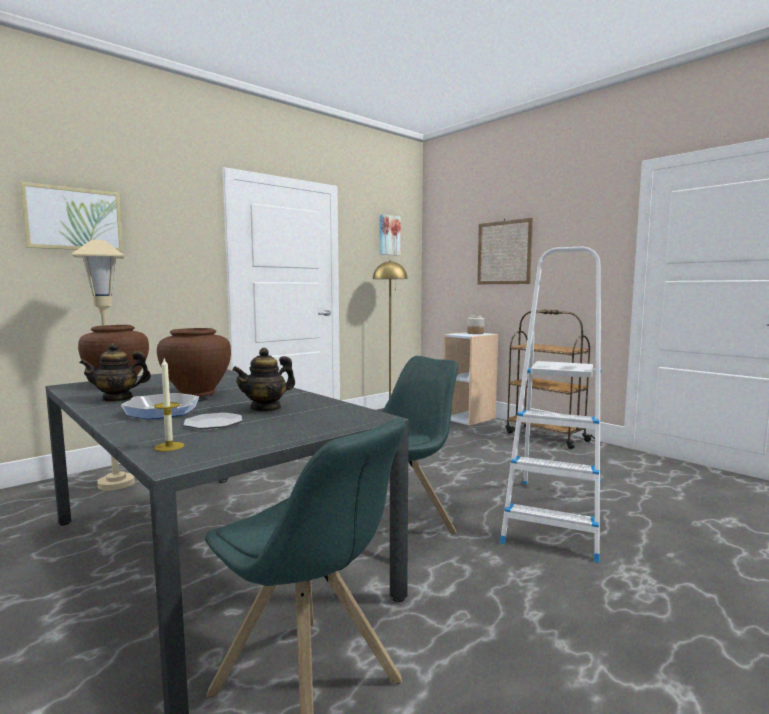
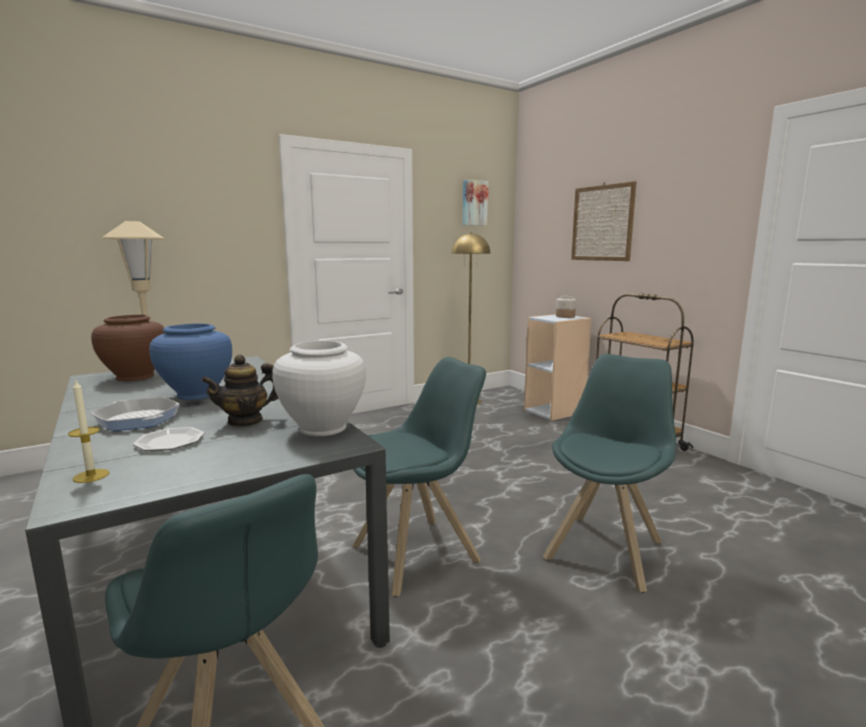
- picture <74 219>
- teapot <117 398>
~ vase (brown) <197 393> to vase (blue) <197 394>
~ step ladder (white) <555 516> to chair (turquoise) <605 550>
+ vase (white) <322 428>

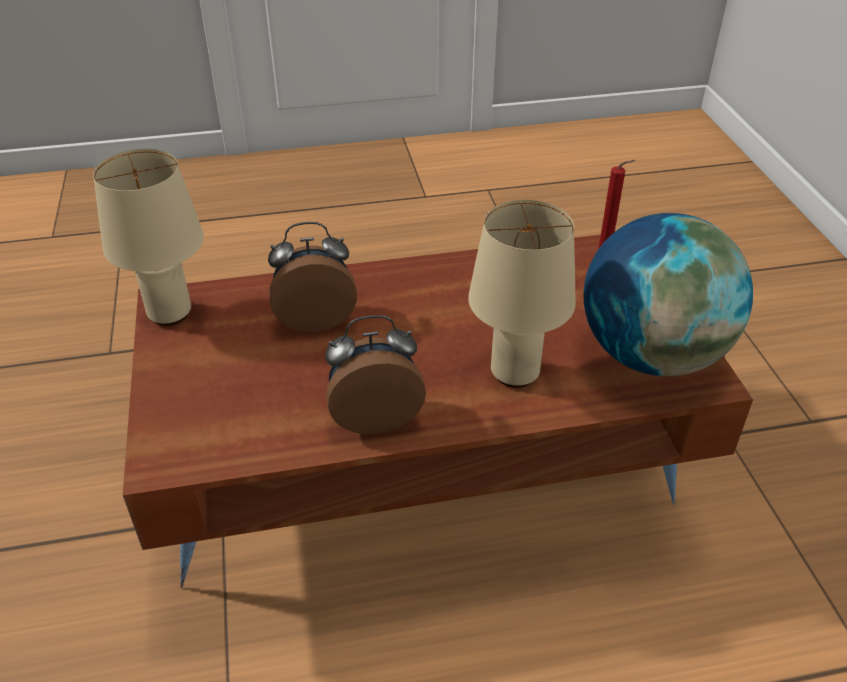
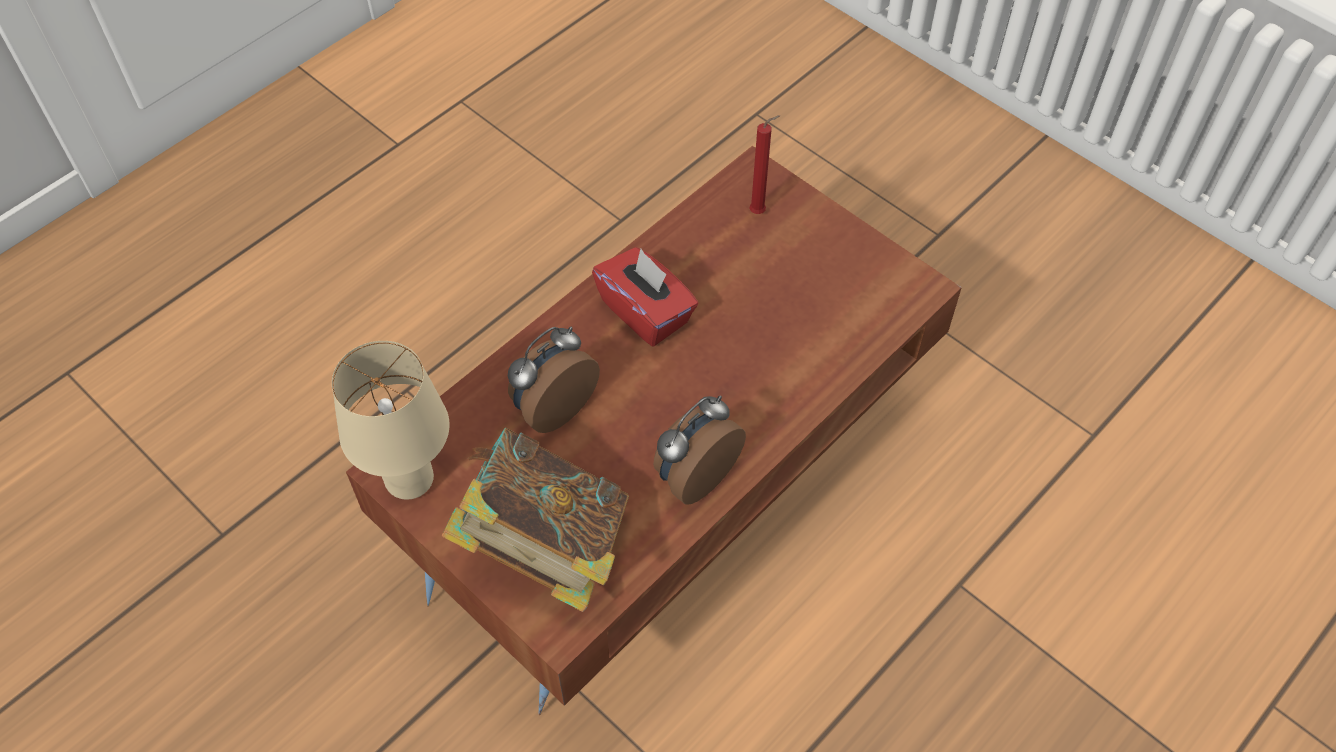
- table lamp (beige) <513 373>
- globe <652 354>
+ book <544 545>
+ tissue box (red) <646 312>

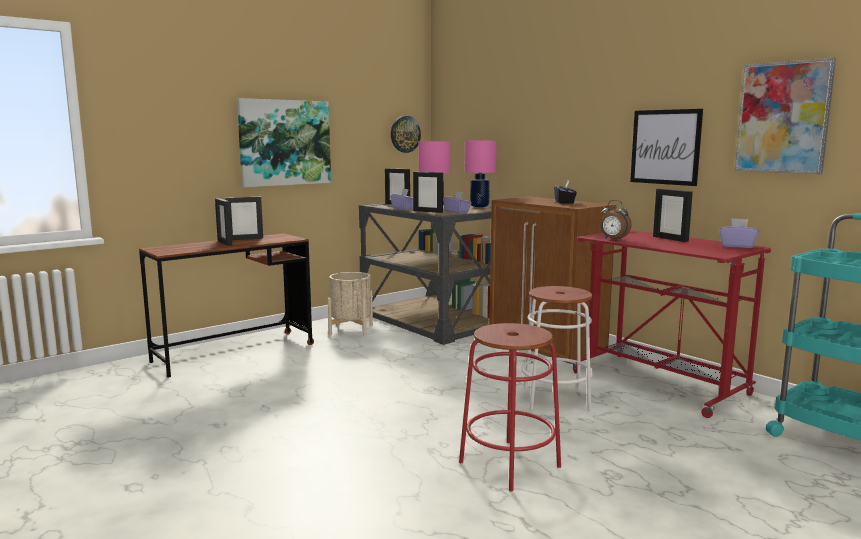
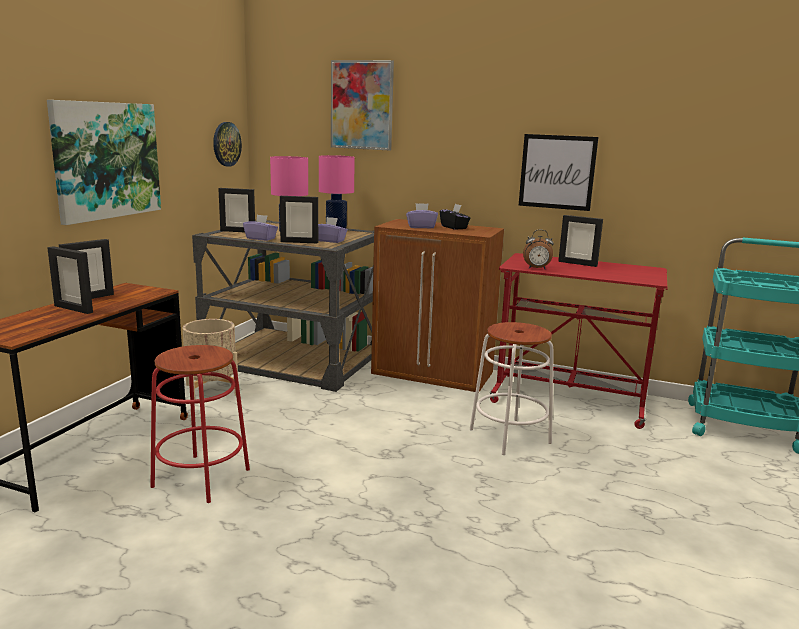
~ stool (red) <509 464> to <201 478>
~ tissue box (purple) <737 246> to <421 227>
~ picture <783 117> to <362 105>

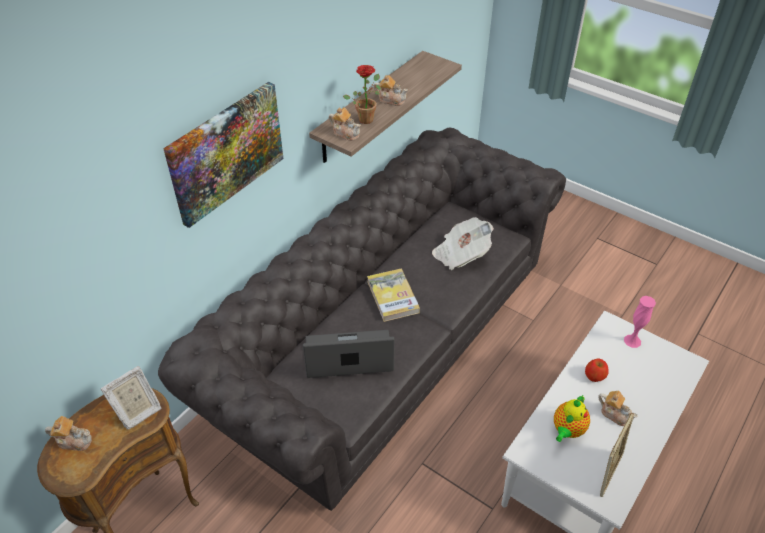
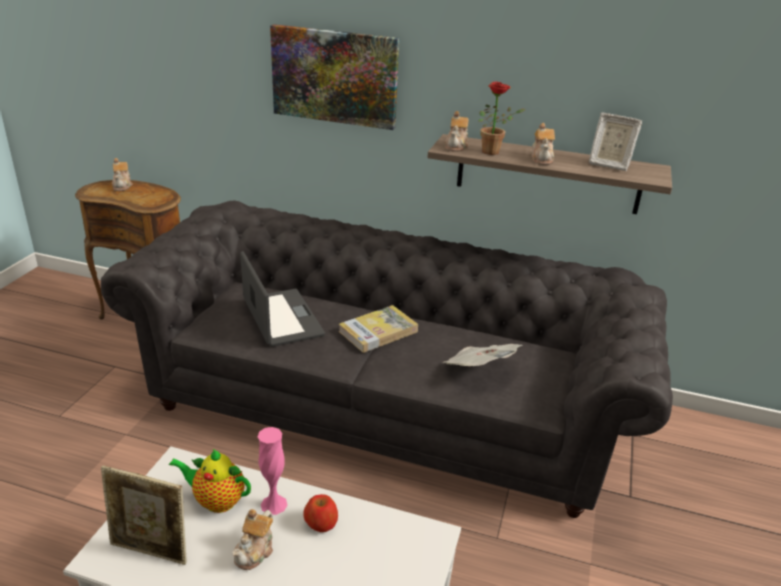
~ picture frame <137 412> to <608 164>
~ vase (pink) <632 341> to <274 504>

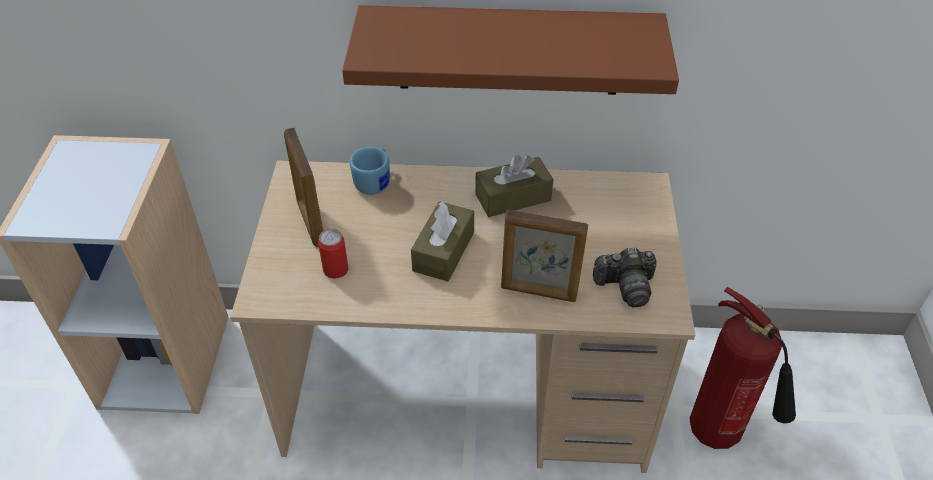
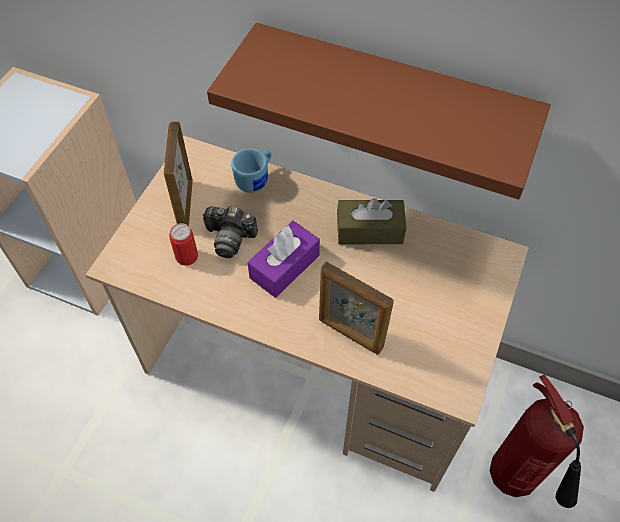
~ tissue box (brown) <443 251> to tissue box (purple) <284 266>
~ photo camera <625 286> to <230 238>

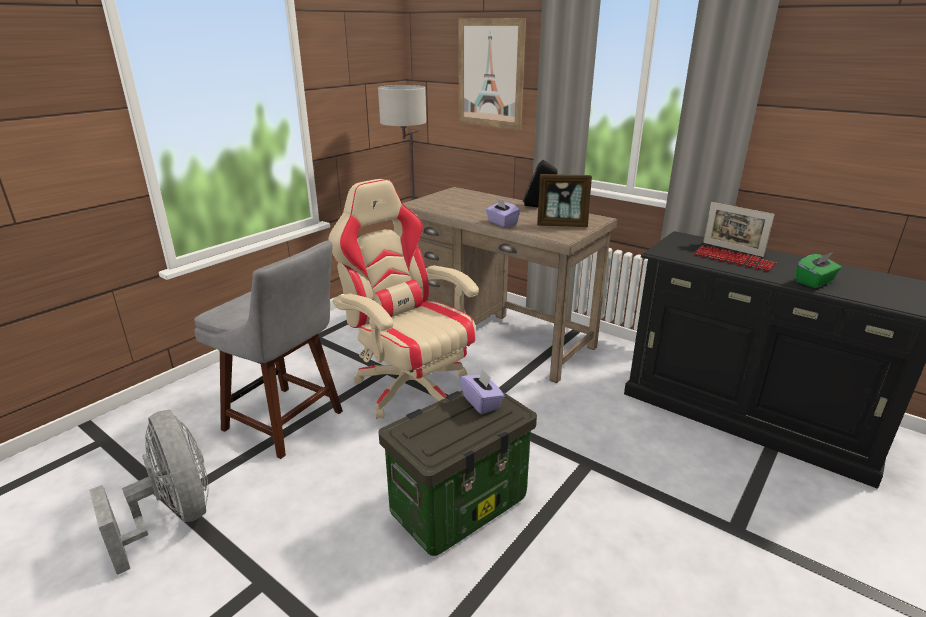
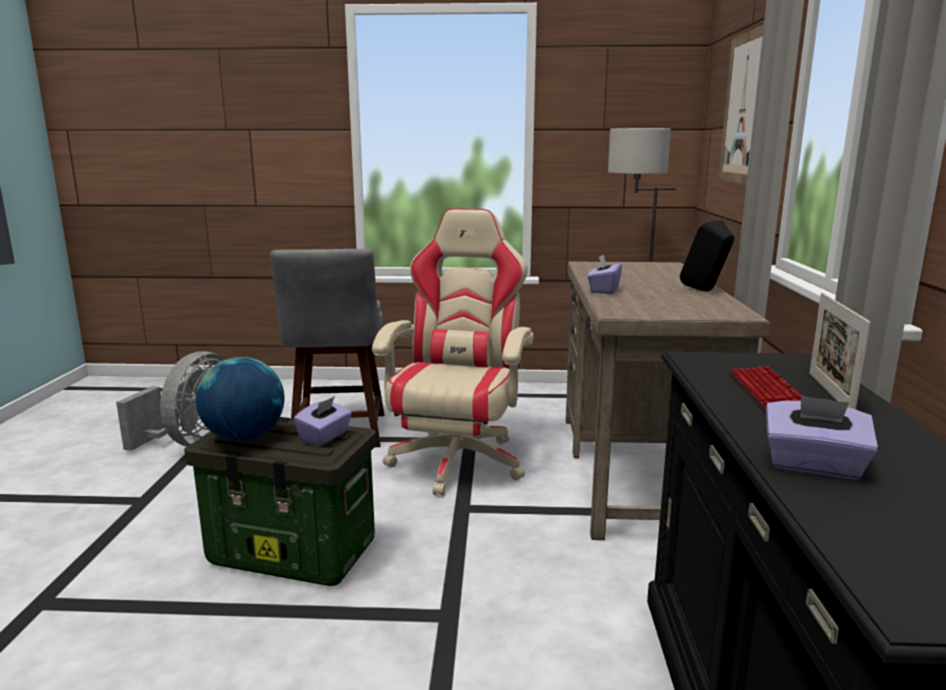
- picture frame <562 225>
~ tissue box (green) <814 282> to tissue box (purple) <813 466>
+ globe <244 437>

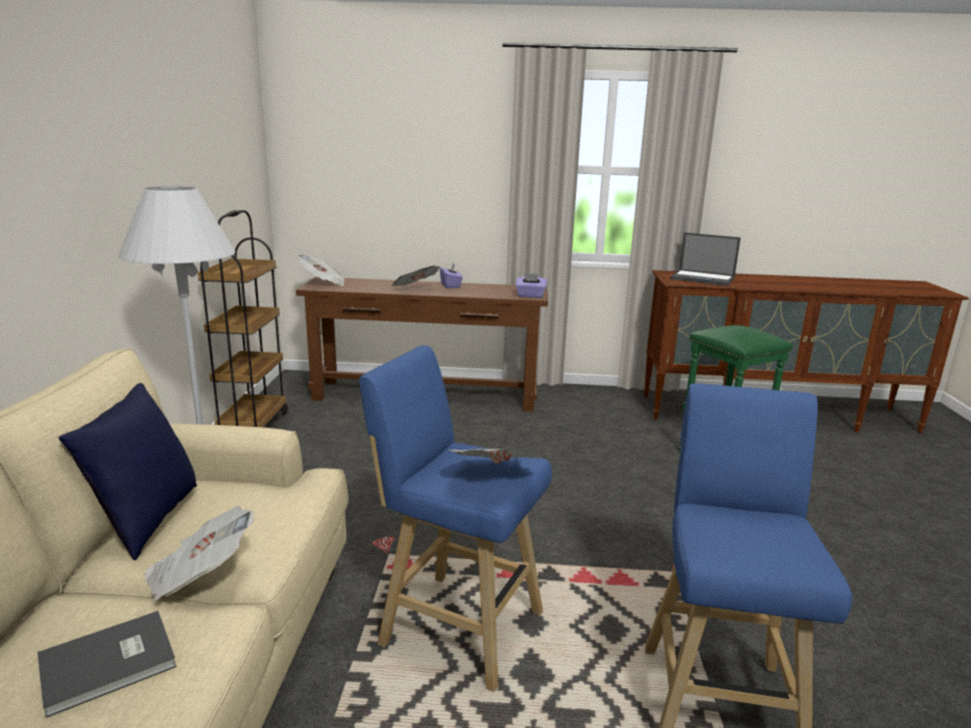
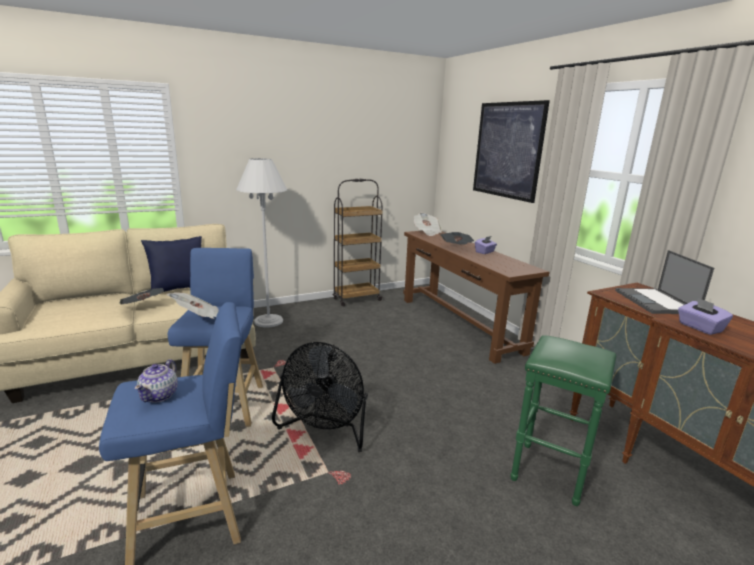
- book (grey) <110 665>
~ tissue box (purple) <530 296> to <699 328>
+ teapot <160 395>
+ fan (black) <323 427>
+ picture <507 150>

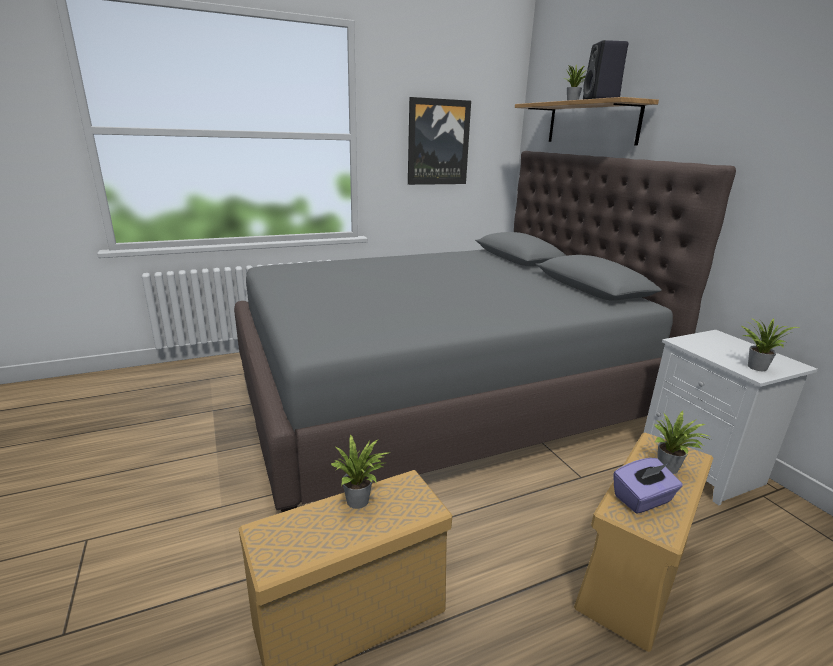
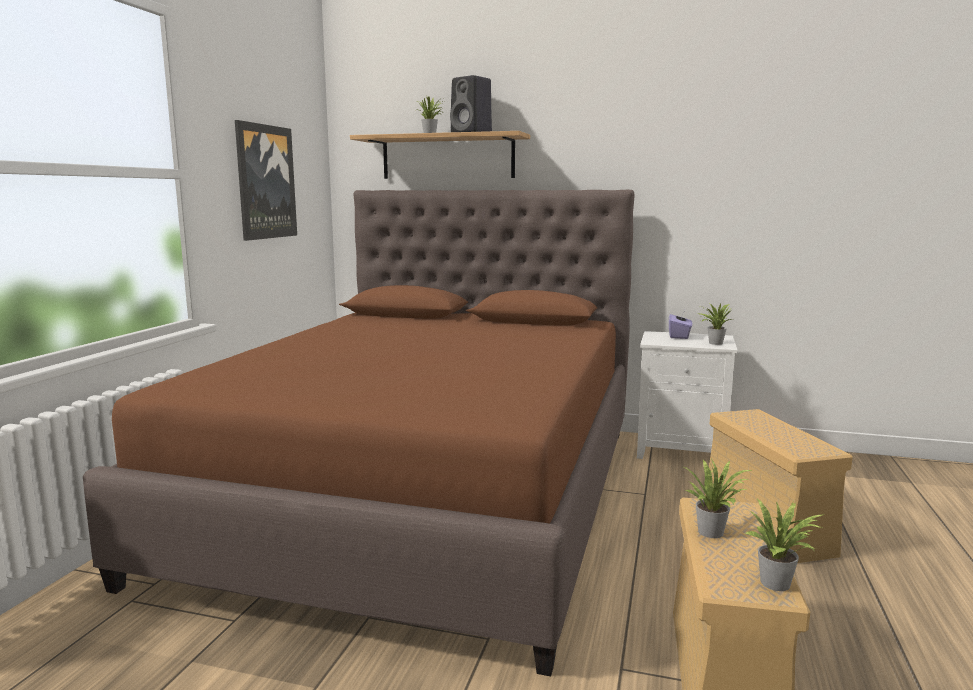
~ bed (grey) <437 392> to bed (brown) <426 494>
~ tissue box (purple) <643 499> to <679 336>
~ potted plant <669 469> to <779 584>

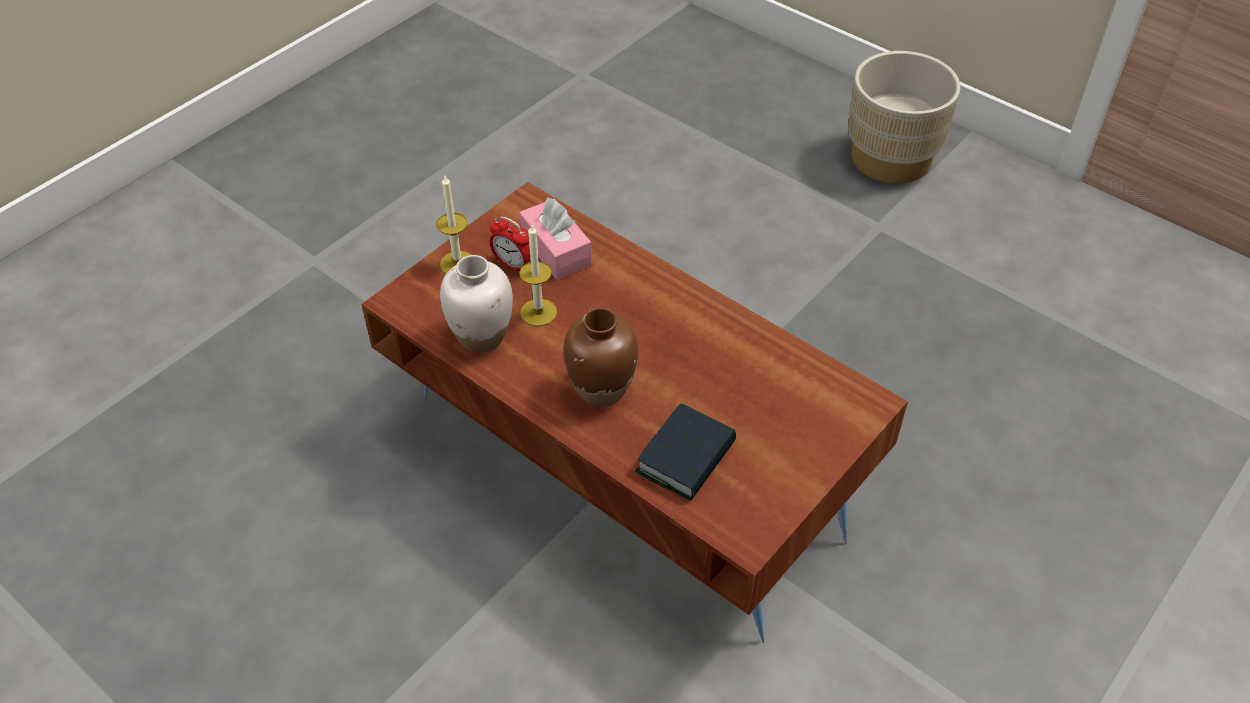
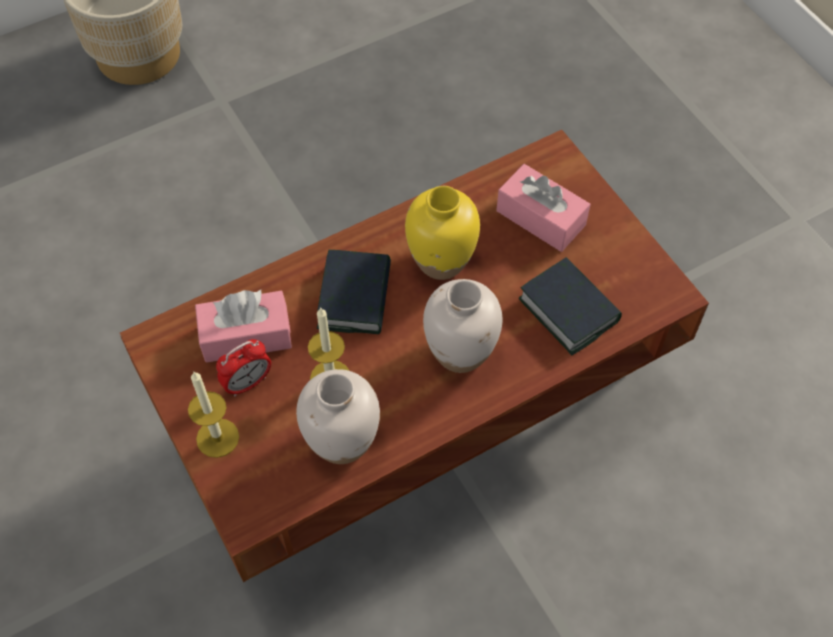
~ vase (brown) <602 390> to vase (white) <461 352>
+ book <355 297>
+ vase (yellow) <441 262>
+ tissue box (pink) <540 218>

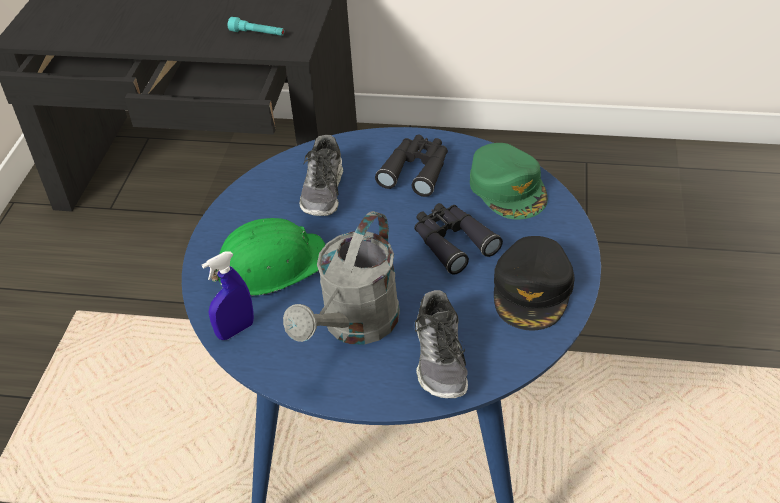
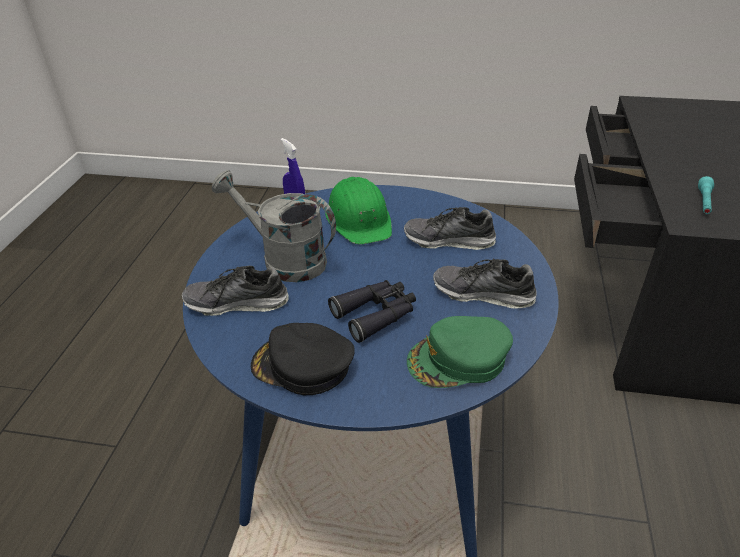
~ binoculars (black) <416 170> to shoe <483 294>

